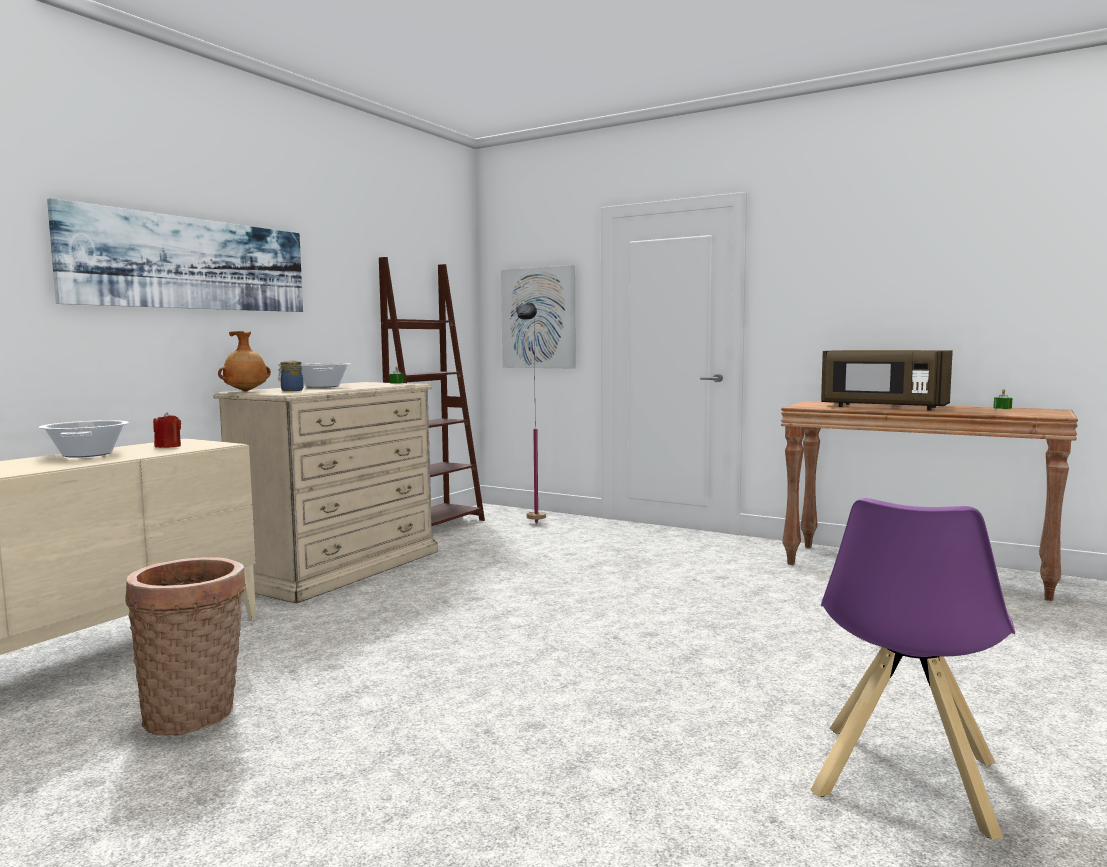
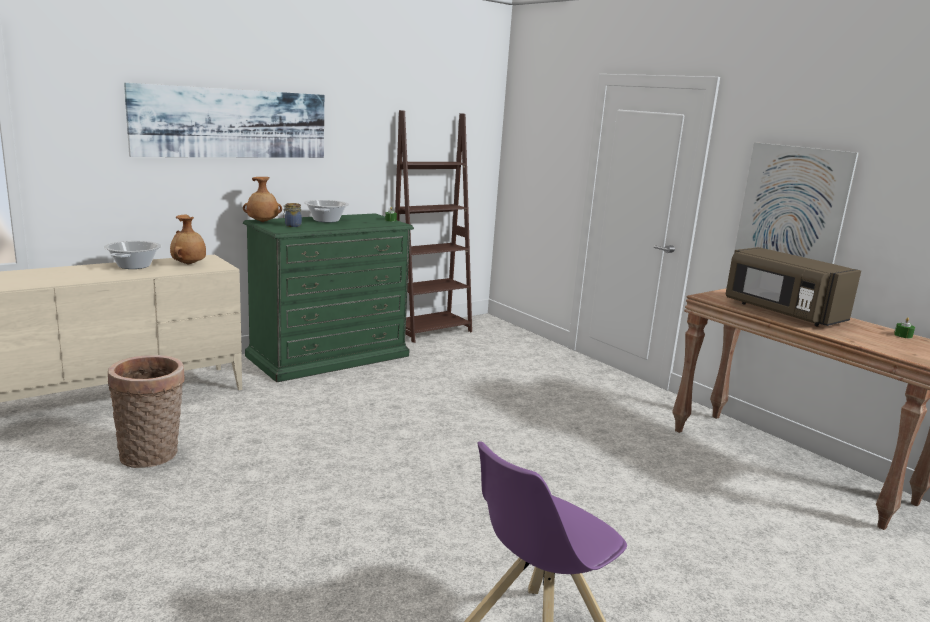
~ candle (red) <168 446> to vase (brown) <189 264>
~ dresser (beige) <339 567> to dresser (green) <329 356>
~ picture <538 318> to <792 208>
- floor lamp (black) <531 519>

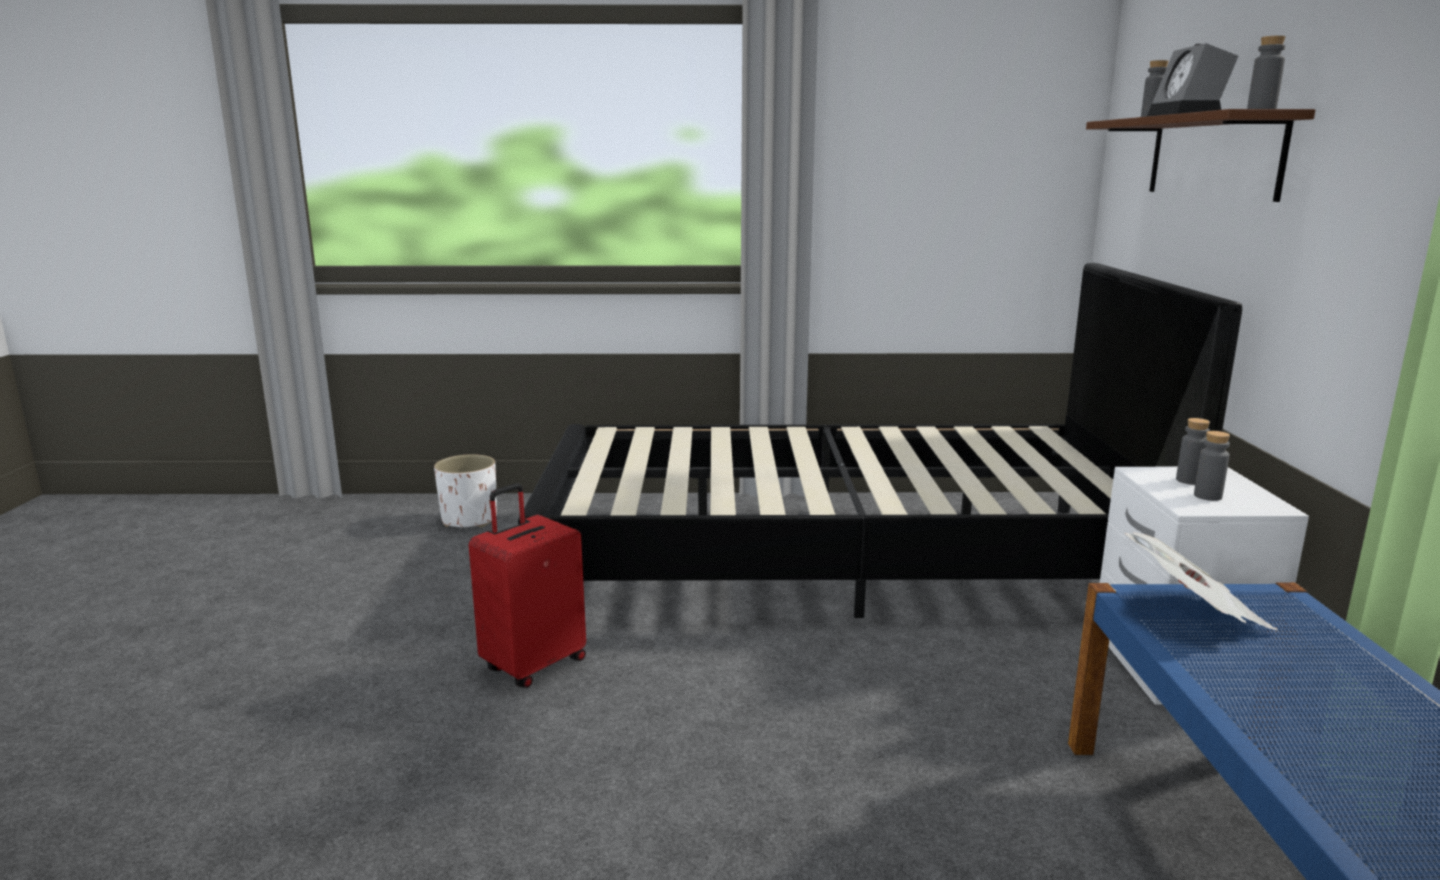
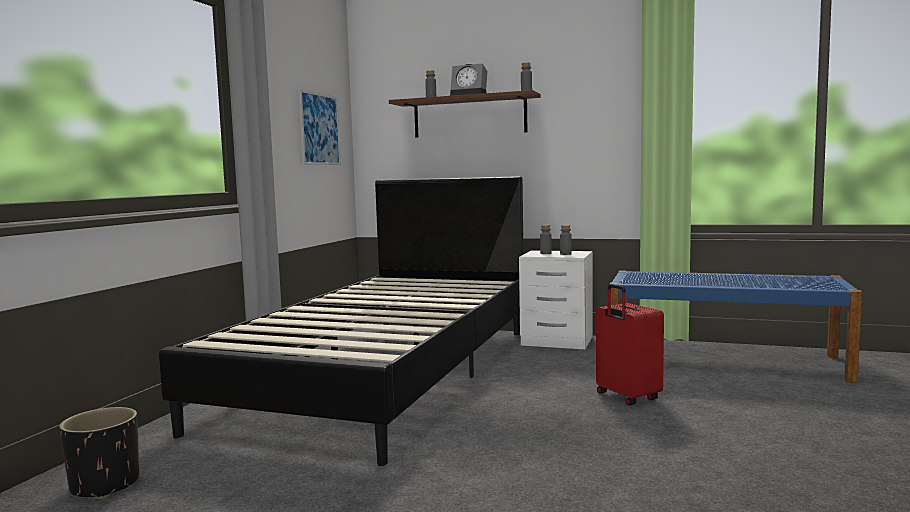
~ planter (white) <469 520> to planter (black) <105 486>
~ suitcase (red) <533 664> to <626 397>
- newspaper <1193 614>
+ picture <320 129>

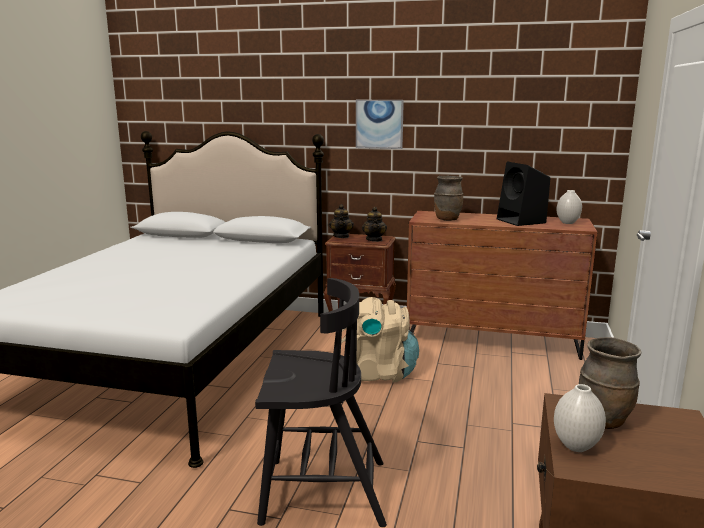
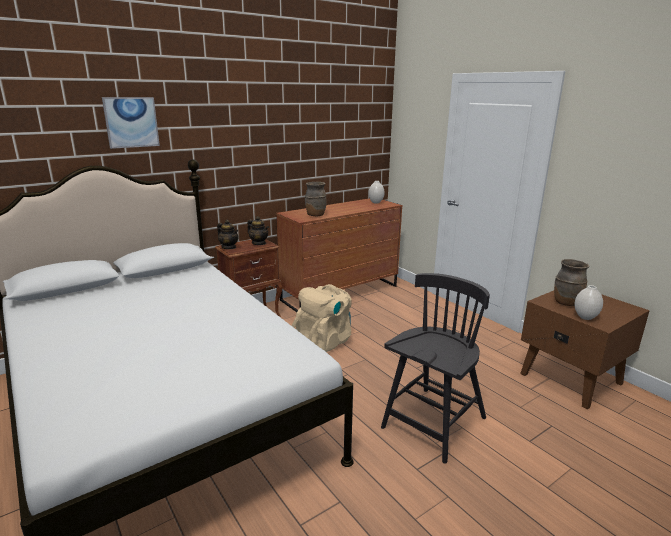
~ picture <379 124> to <131 122>
- speaker (black) <522 221>

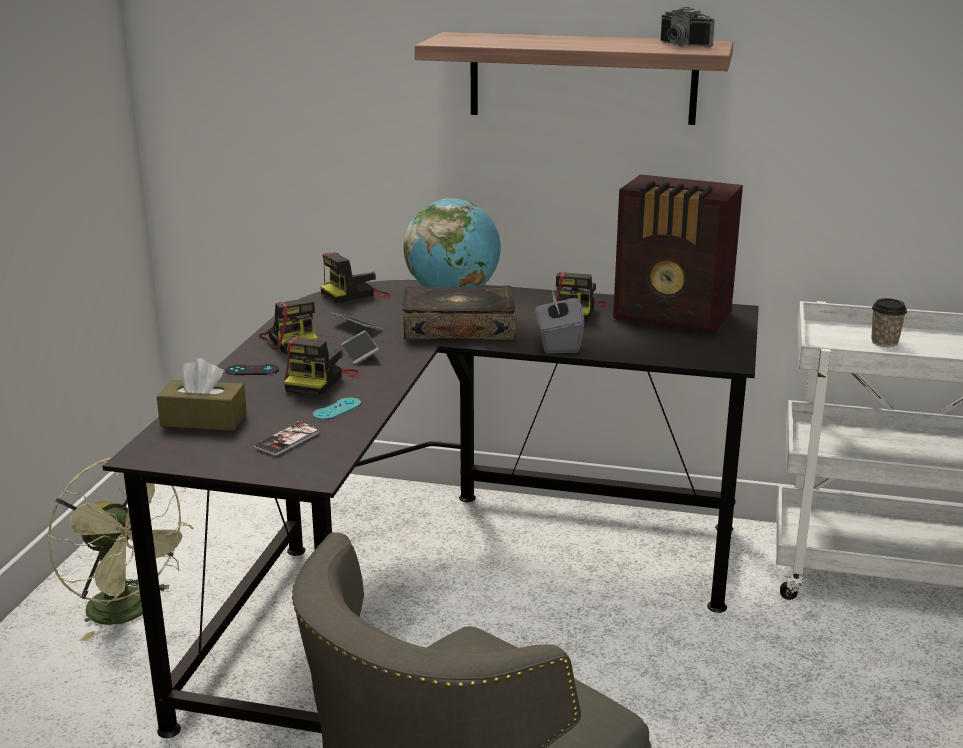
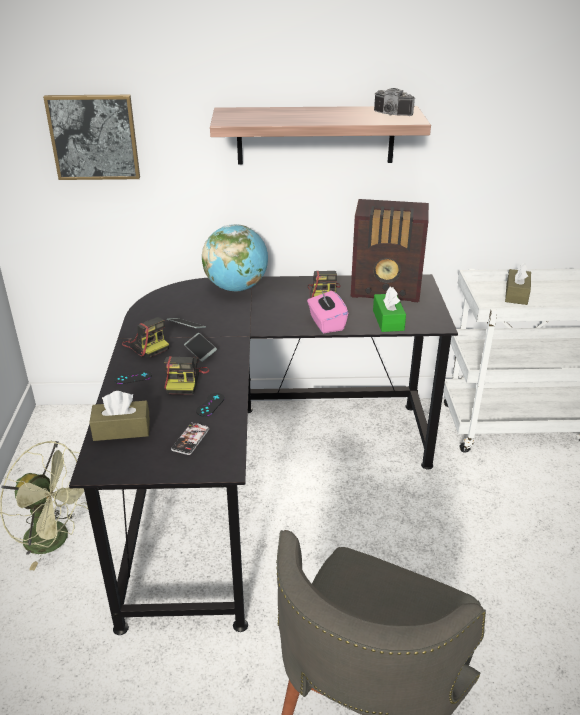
~ game controller (turquoise) <337 409> to game controller (black) <210 405>
- photo camera <355 294>
- book <459 328>
~ tissue box (grey) <558 343> to tissue box (pink) <326 323>
~ cup <884 342> to tissue box (brown) <516 294>
+ picture <94 137>
+ tissue box (green) <388 320>

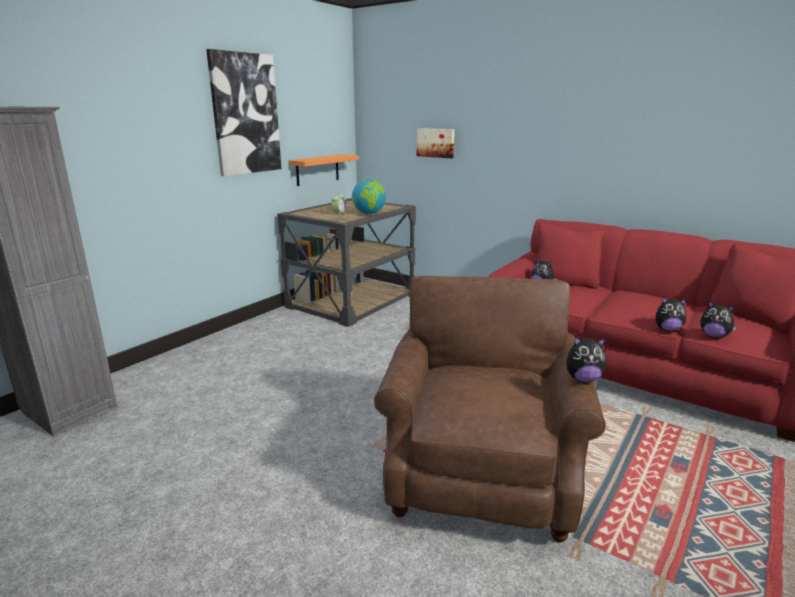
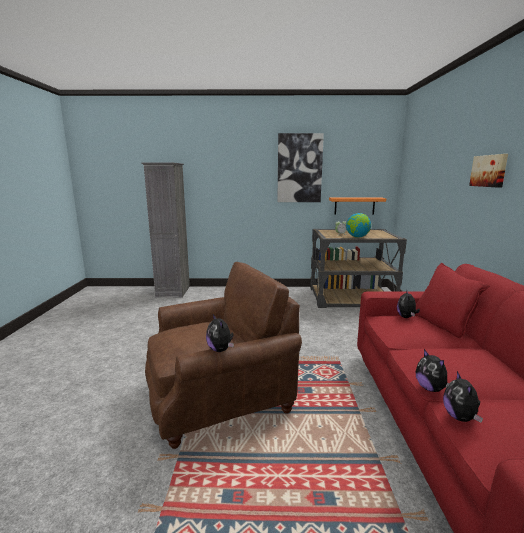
~ picture <435 143> to <489 171>

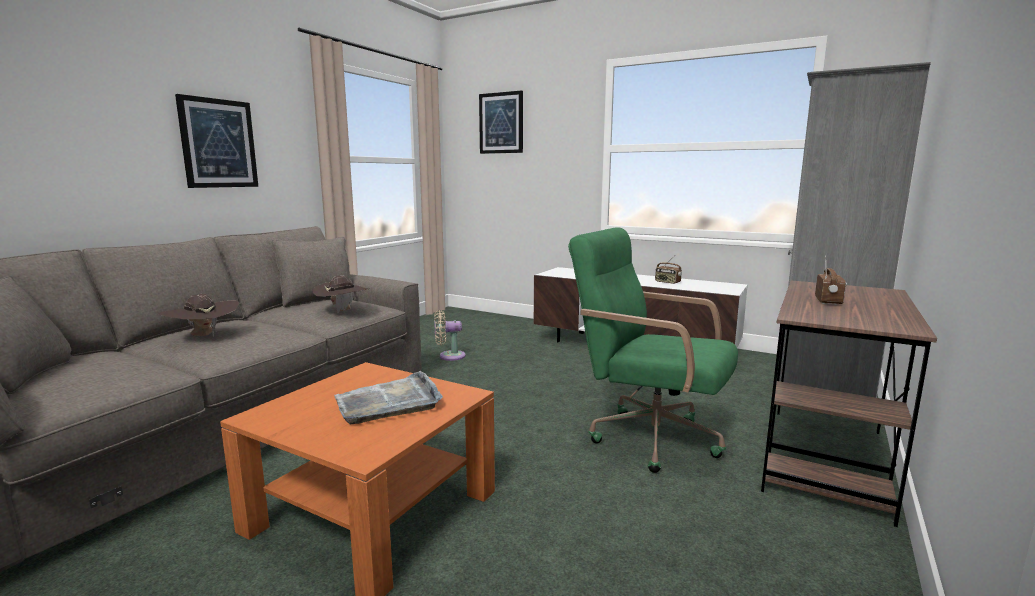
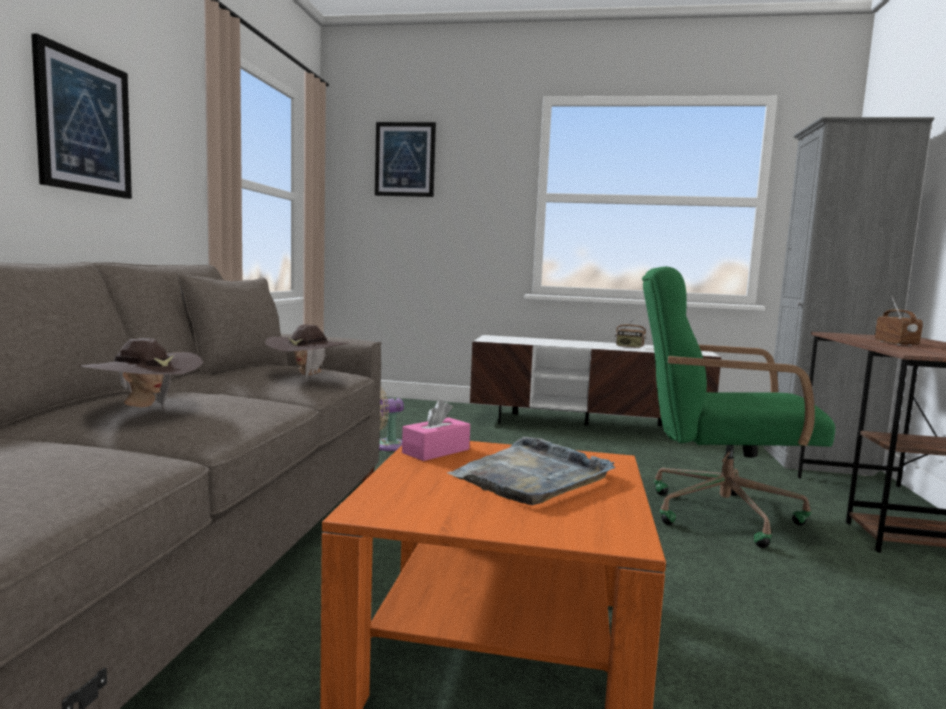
+ tissue box (pink) <436 451>

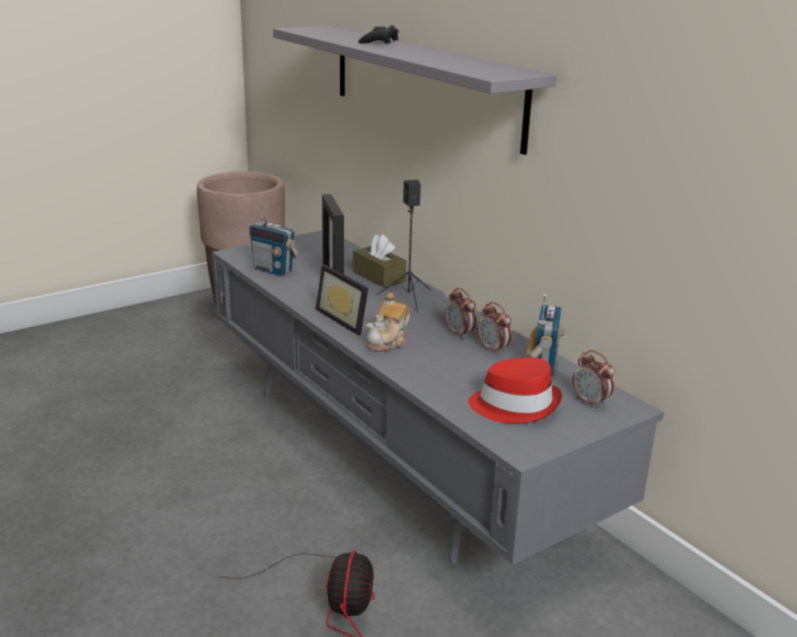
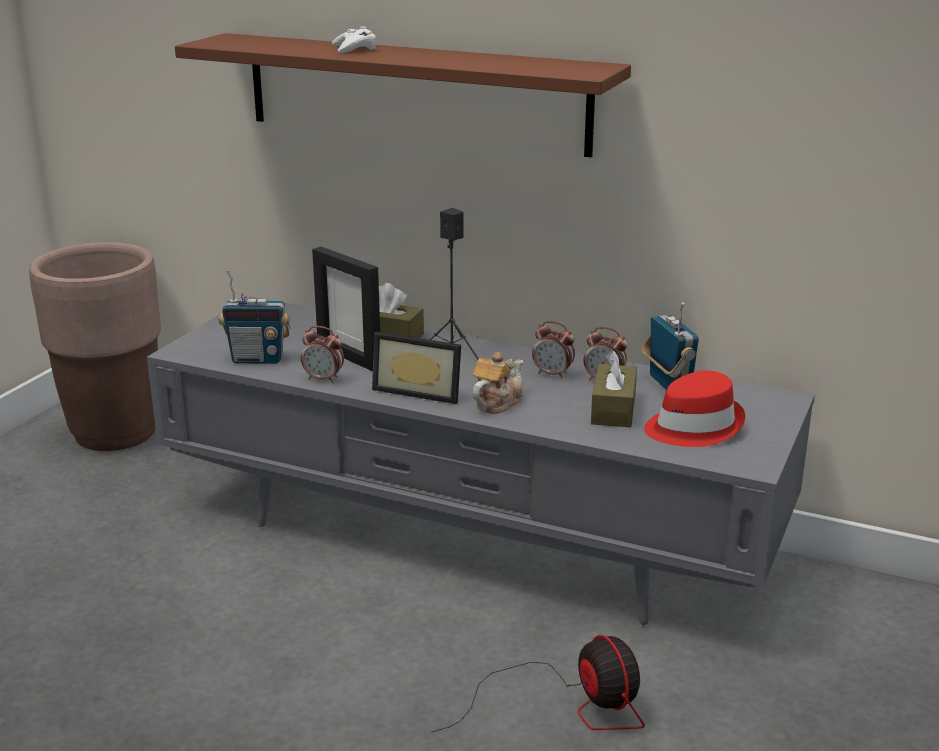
~ shelf (grey) <423 84> to shelf (brown) <414 93>
~ game controller (black) <379 42> to game controller (white) <354 48>
~ teapot <388 342> = <496 402> 150 degrees counterclockwise
~ alarm clock <590 402> to <323 379>
+ tissue box (brown) <613 409>

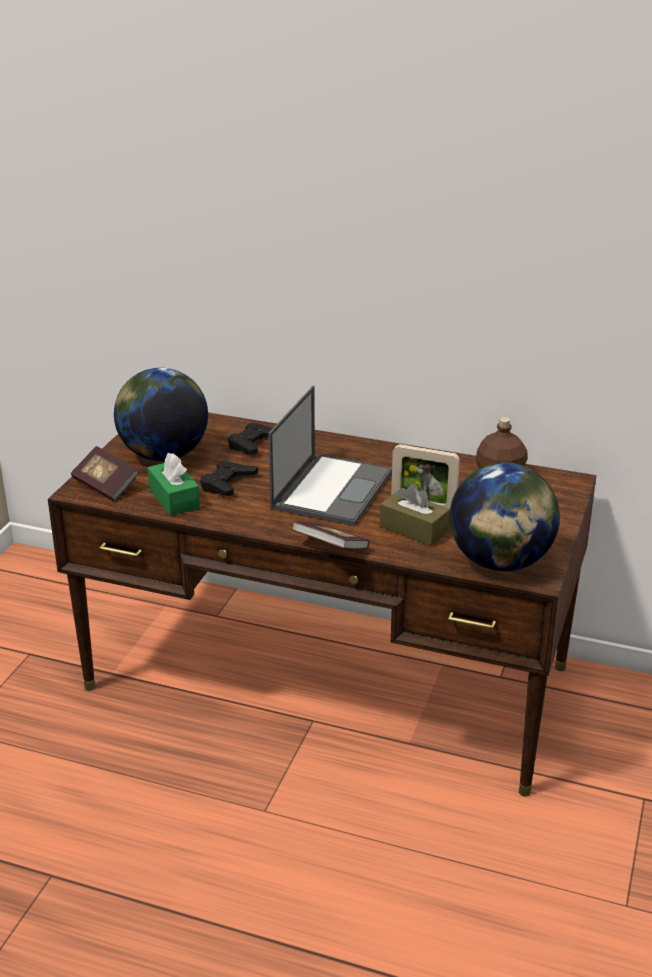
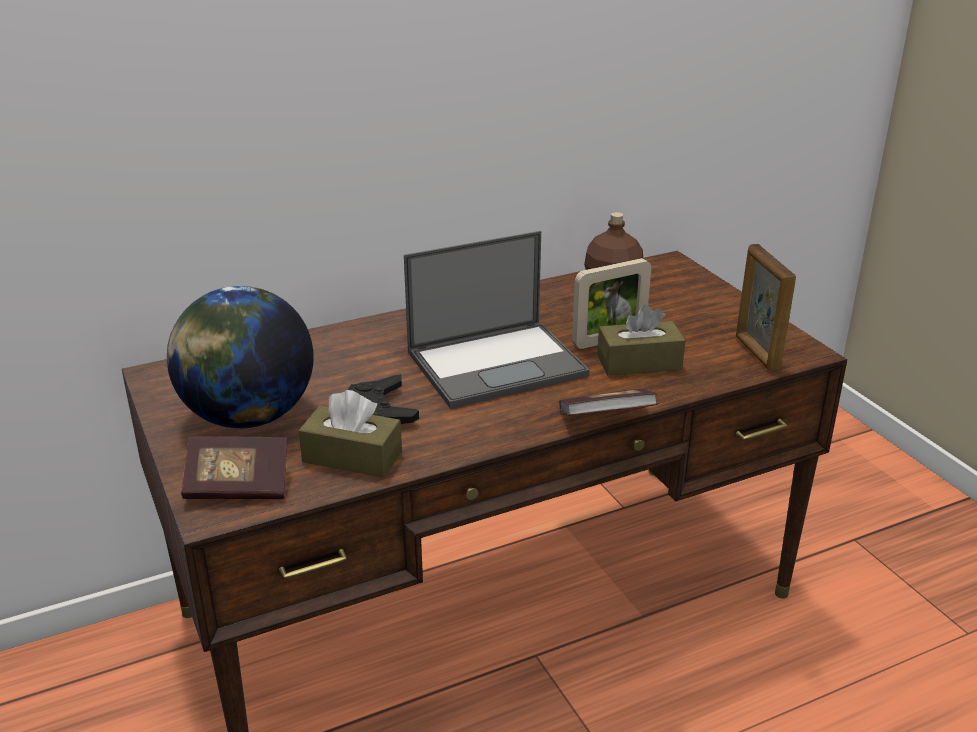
~ tissue box (green) <174 498> to tissue box (brown) <352 457>
- game controller (black) <254 443>
~ laptop <332 489> = <498 363> 90 degrees clockwise
~ globe <500 562> to picture frame <756 354>

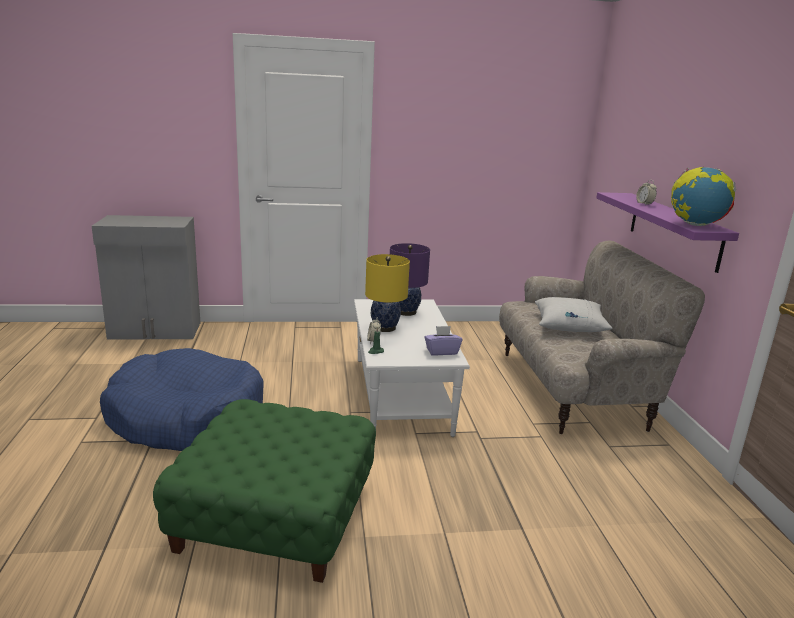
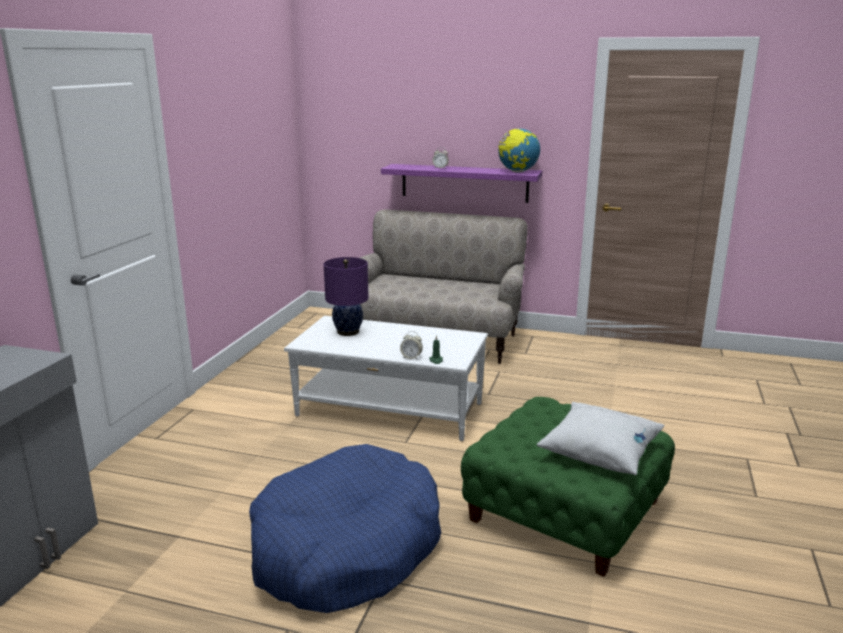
- table lamp (yellow) <385 328>
- tissue box (purple) <442 351>
~ pillow (grey) <569 327> to <599 452>

